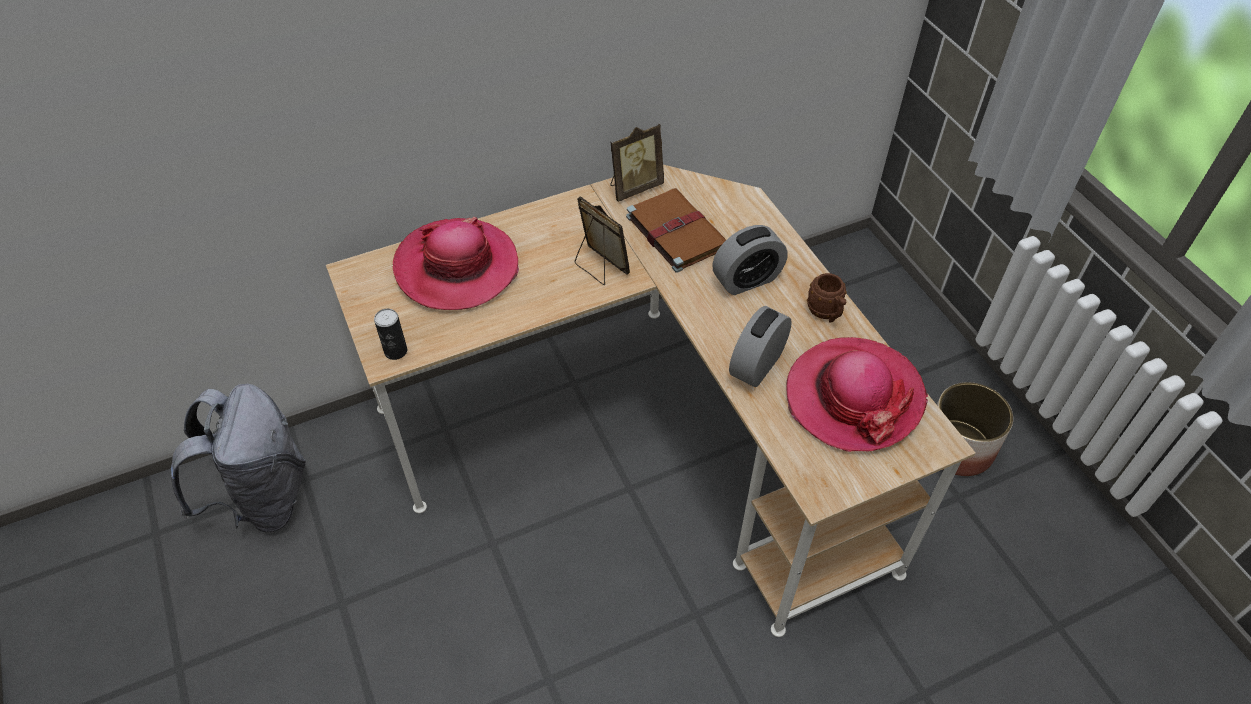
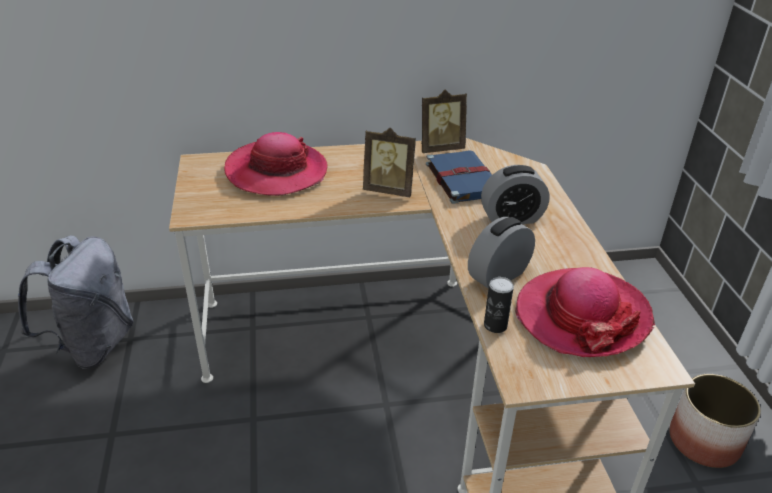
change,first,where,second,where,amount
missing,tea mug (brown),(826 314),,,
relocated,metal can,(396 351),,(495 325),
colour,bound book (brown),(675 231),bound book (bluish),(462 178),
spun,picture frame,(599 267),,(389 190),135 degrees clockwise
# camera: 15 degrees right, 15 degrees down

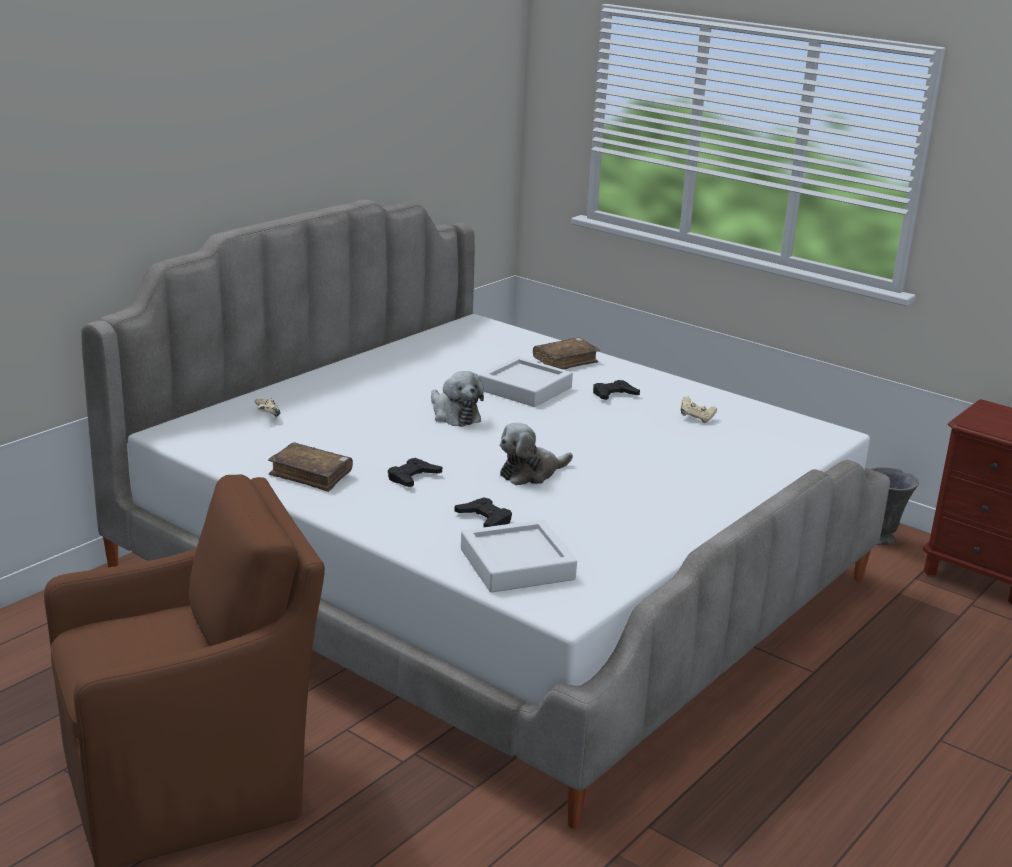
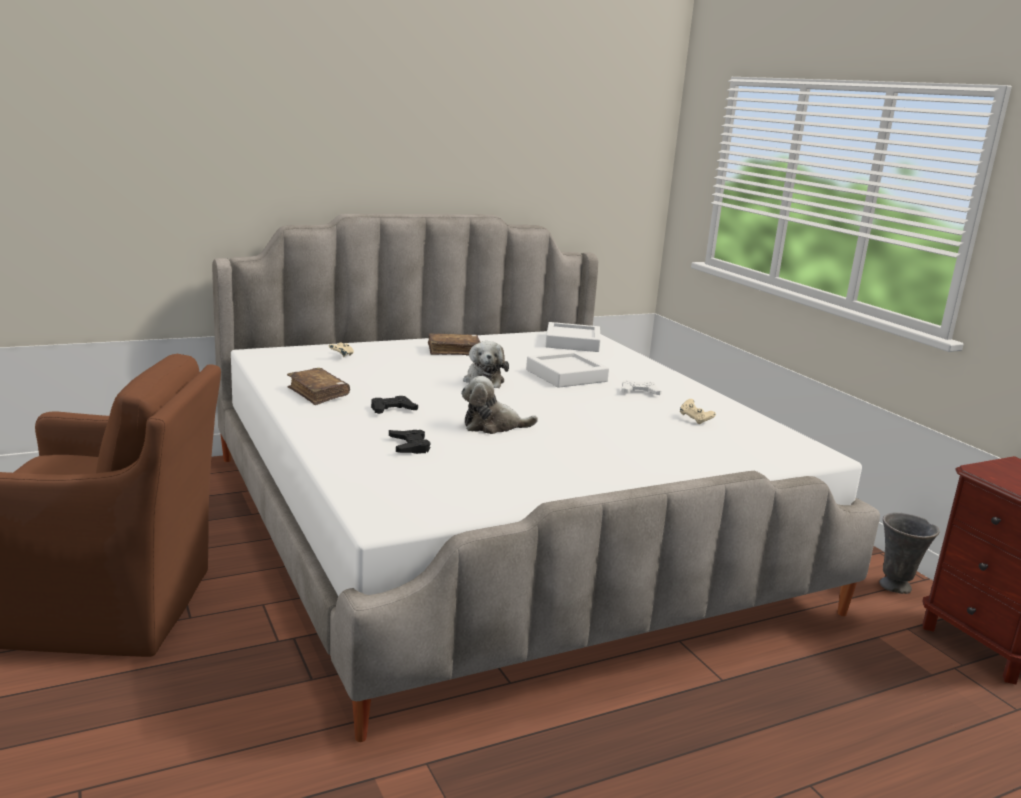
change,first,where,second,where,amount
relocated,carrying tray (white-coloured),(517 564),,(572 343),
relocated,bound book (brown),(565 361),,(453 351),
colour,gamepad (blackish),(614 395),gamepad (white-coloured),(639 392),
# camera: 25 degrees right, 5 degrees down

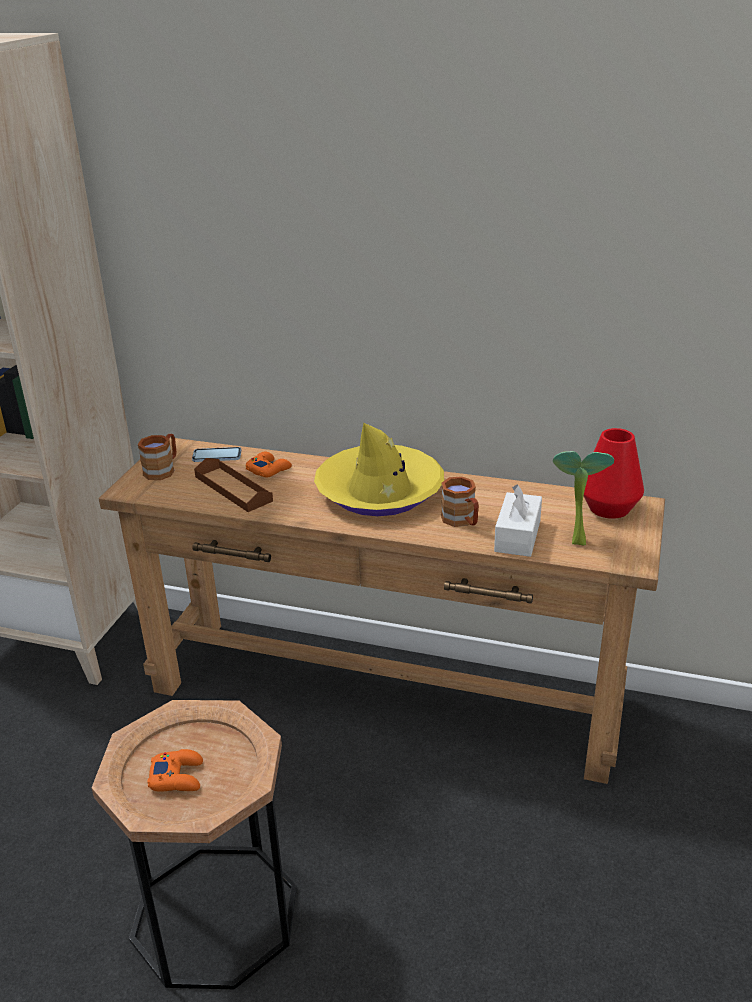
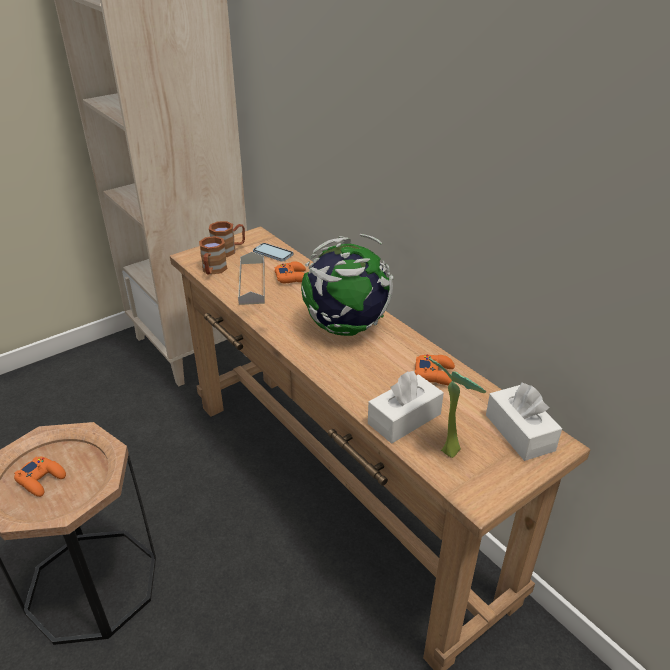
change,first,where,second,where,amount
appeared,,,gamepad (orangey),(435 374),
relocated,tea mug (brown),(462 521),,(213 270),
exchanged,wearable hat (yellowish),(379 491),globe,(346 328),
exchanged,flower vase (red),(609 508),tissue box (white-coloured),(519 432),
colour,carrying tray (brown),(233 489),carrying tray (grey),(252 282),
# camera: 35 degrees right, 5 degrees up

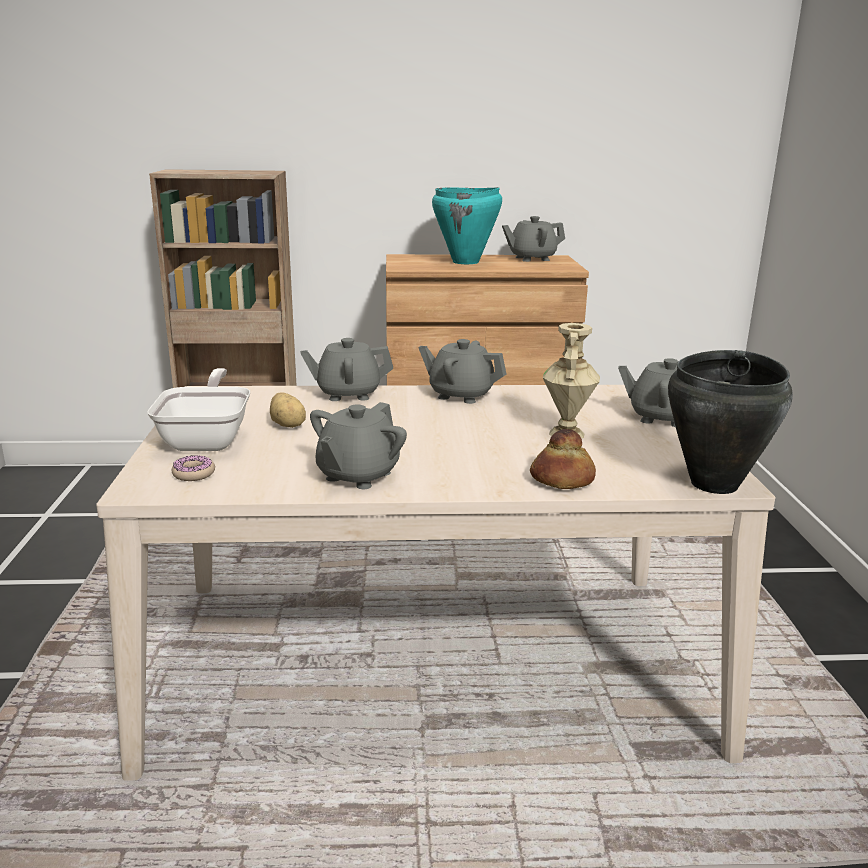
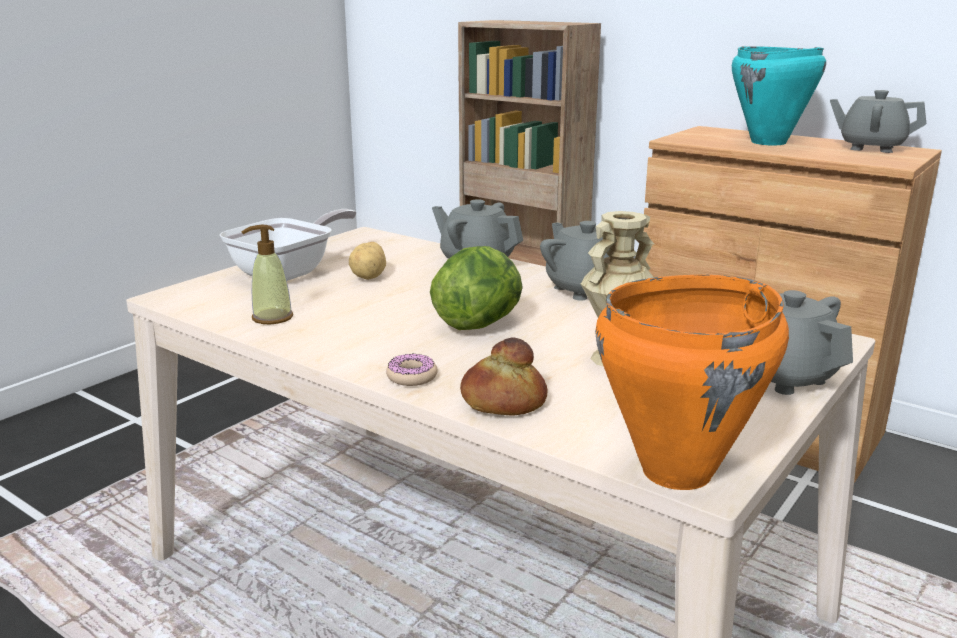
change,first,where,second,where,amount
missing,tea pot (grey),(357 475),,,
appeared,,,liquid soap bottle,(272 318),
appeared,,,lettuce,(479 323),
relocated,donut,(194 474),,(412 377),
colour,stockpot (blackish),(715 484),stockpot (orangey),(678 472),
# camera: 40 degrees right, 0 degrees up

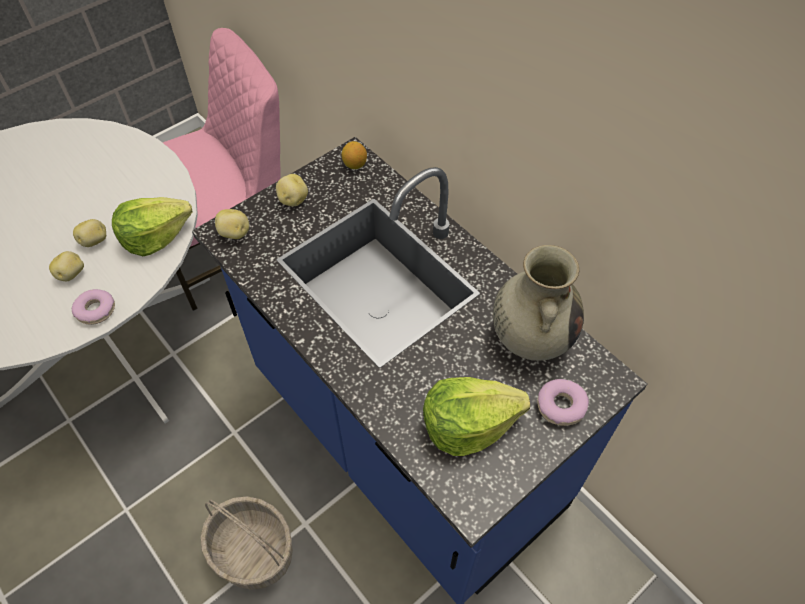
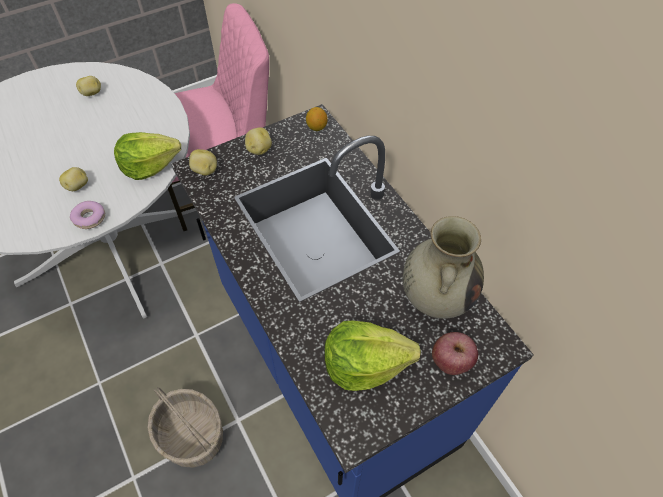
change,first,where,second,where,amount
relocated,potato,(95 241),,(92 93),
exchanged,donut,(561 406),apple fruit,(450 361),
# camera: 10 degrees right, 0 degrees up

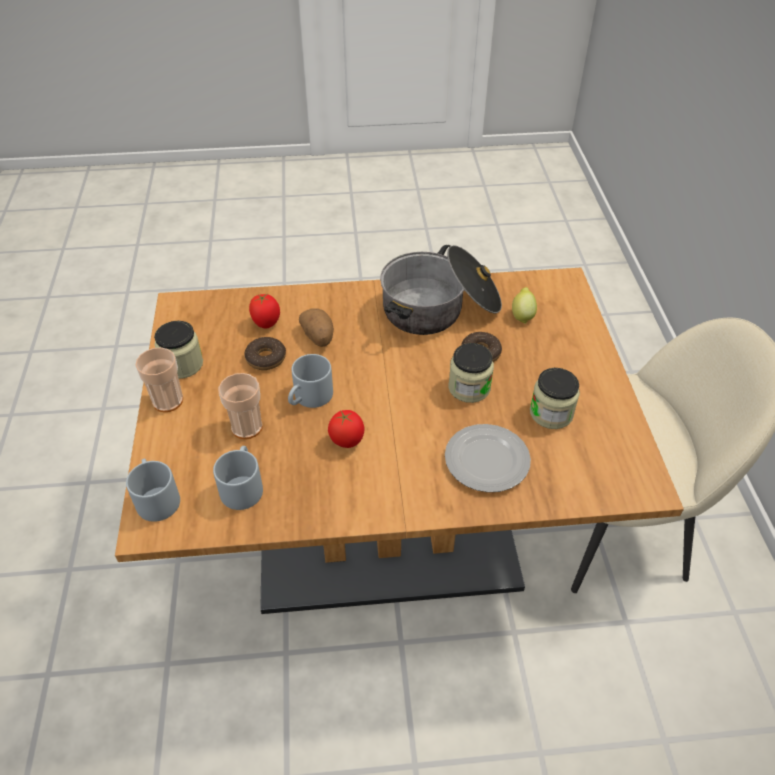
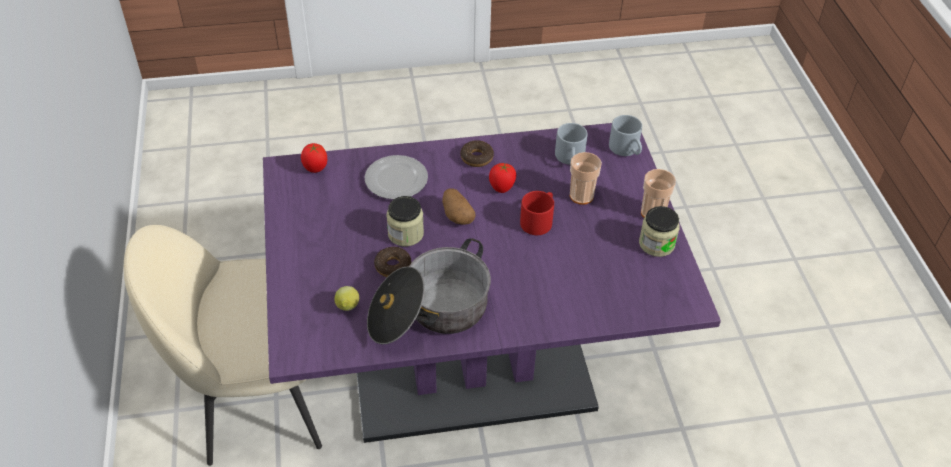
change,first,where,second,where,amount
missing,jar,(551 413),,,
relocated,donut,(266 358),,(477 157),
relocated,fresh tomato,(266 324),,(315 169),
relocated,potato,(318 337),,(457 215),
colour,dining table (brown),(387 541),dining table (purplish),(472 374),
colour,tea mug (grey),(309 398),tea mug (red),(538 220),
# camera: 175 degrees right, 0 degrees up

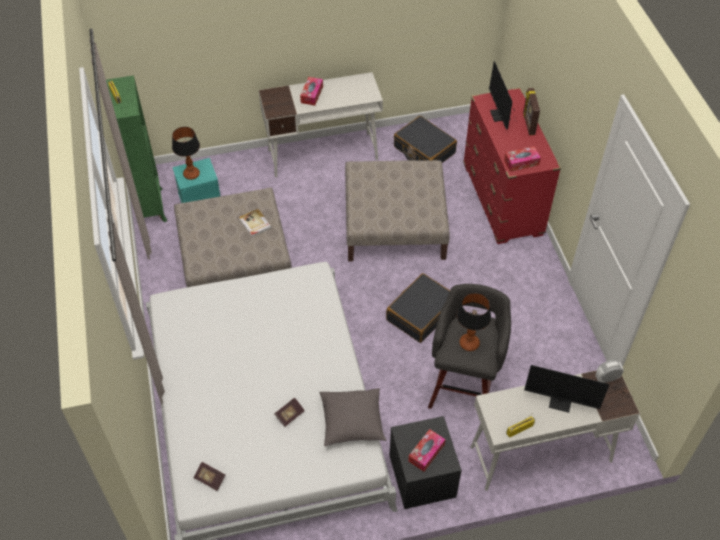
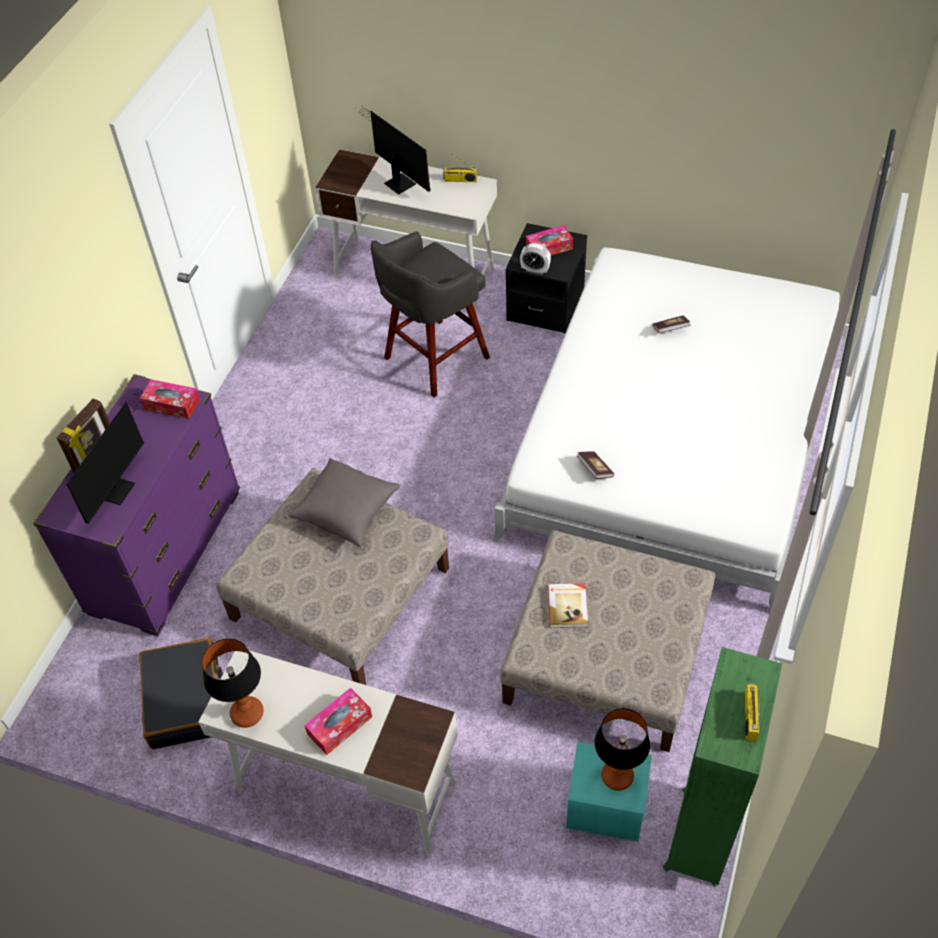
change,first,where,second,where,amount
missing,travel case (blackish),(420 313),,,
relocated,bound book,(210 479),,(594 470),
relocated,cushion (grey),(352 423),,(347 511),
relocated,tabletop lamp,(468 343),,(247 714),
relocated,alarm clock,(606 379),,(535 270),
colour,chest of drawers (red),(502 200),chest of drawers (purplish),(166 552),
# camera: 145 degrees left, 0 degrees up

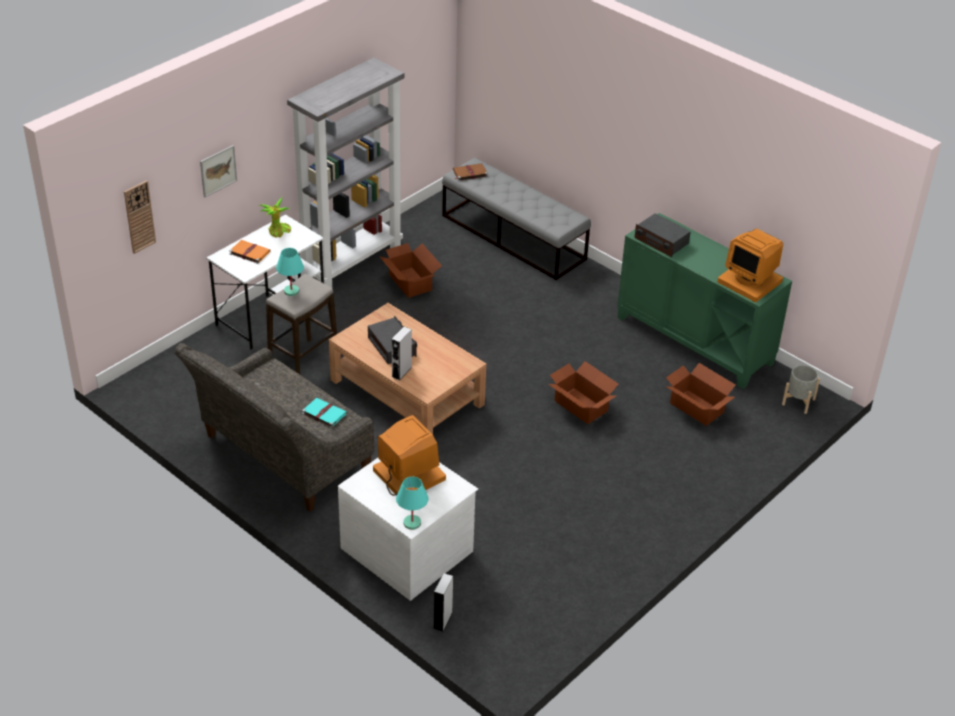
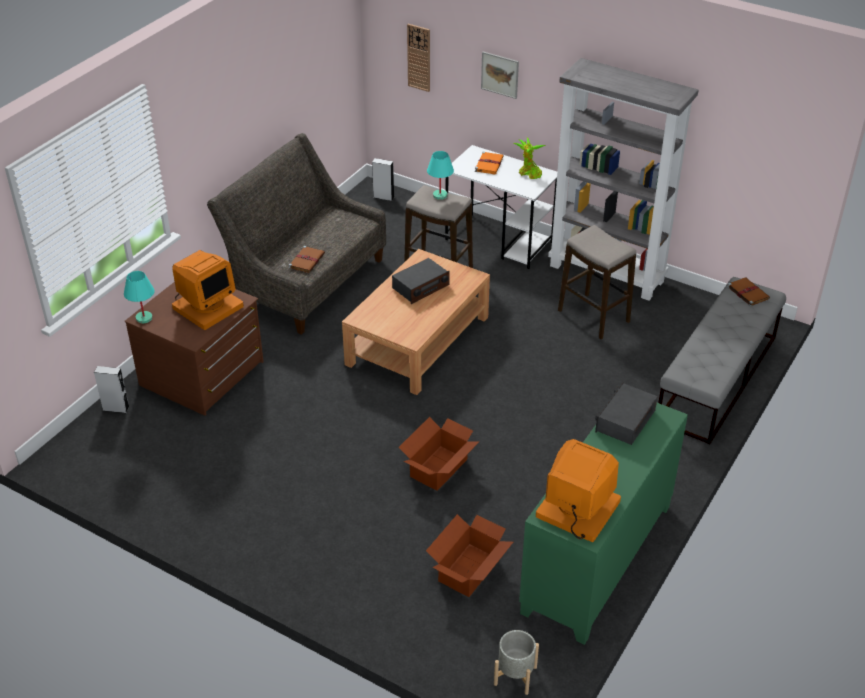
change,first,where,second,where,amount
relocated,loudspeaker (grey),(401 372),,(383 197),
exchanged,packing box,(410 282),stool seat,(593 316),
colour,bound book (turquoise),(323 413),bound book (brown),(307 260),
colour,chest of drawers (white-coloured),(408 548),chest of drawers (brown),(203 374),
spun,computer display,(750 281),,(577 510),90 degrees clockwise
# camera: 80 degrees right, 0 degrees up

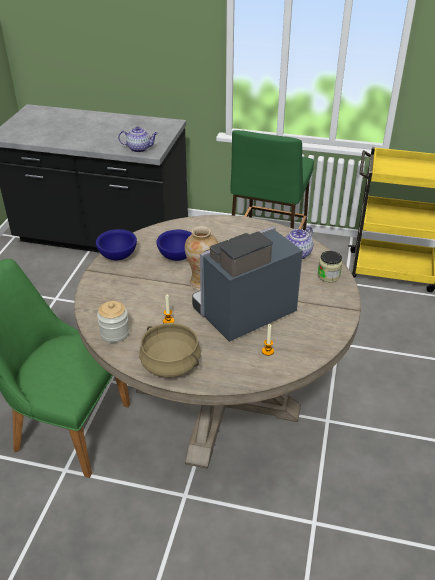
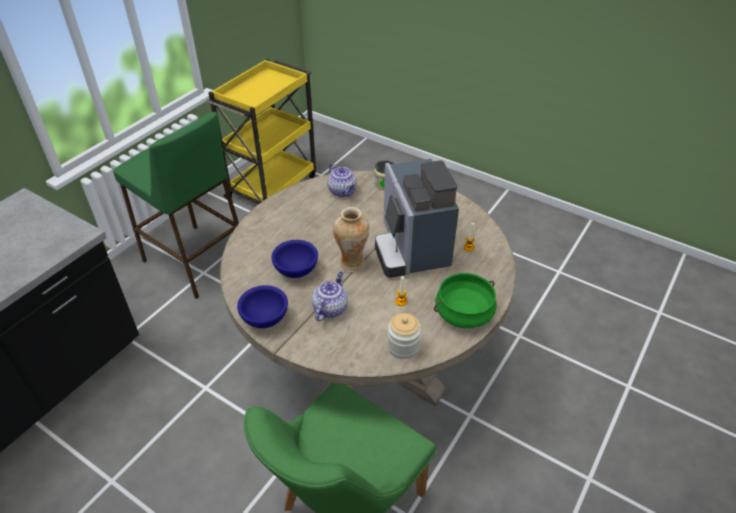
change,first,where,second,where,amount
relocated,tea pot,(139 148),,(330 308),
colour,stockpot (sand-coloured),(171 363),stockpot (green-coloured),(463 313),
# camera: 70 degrees left, 5 degrees up

